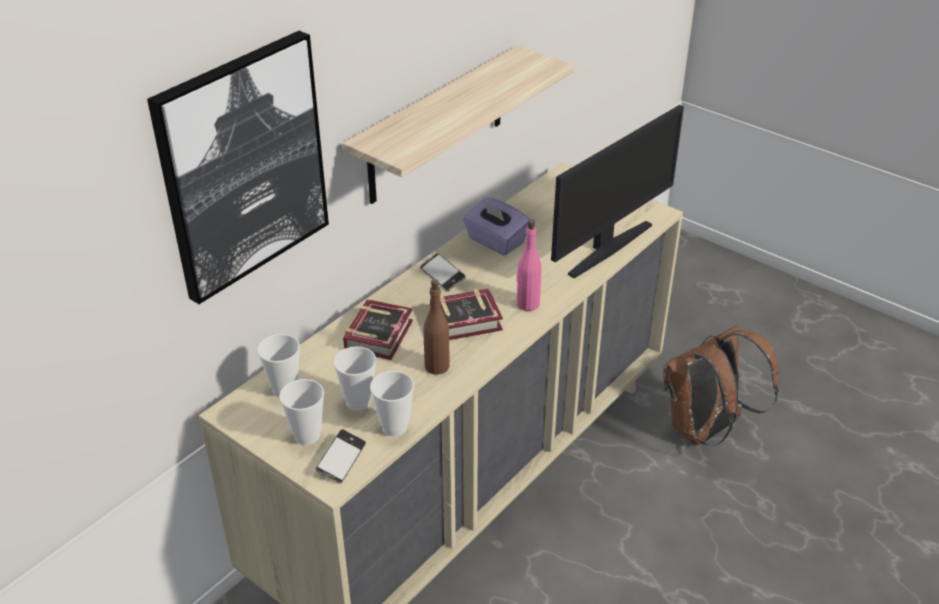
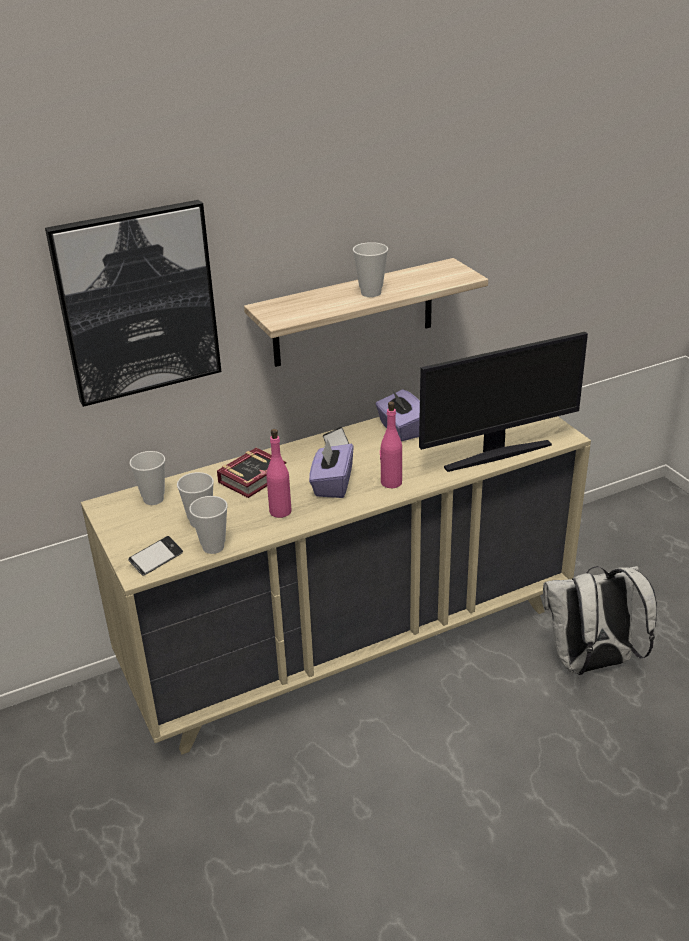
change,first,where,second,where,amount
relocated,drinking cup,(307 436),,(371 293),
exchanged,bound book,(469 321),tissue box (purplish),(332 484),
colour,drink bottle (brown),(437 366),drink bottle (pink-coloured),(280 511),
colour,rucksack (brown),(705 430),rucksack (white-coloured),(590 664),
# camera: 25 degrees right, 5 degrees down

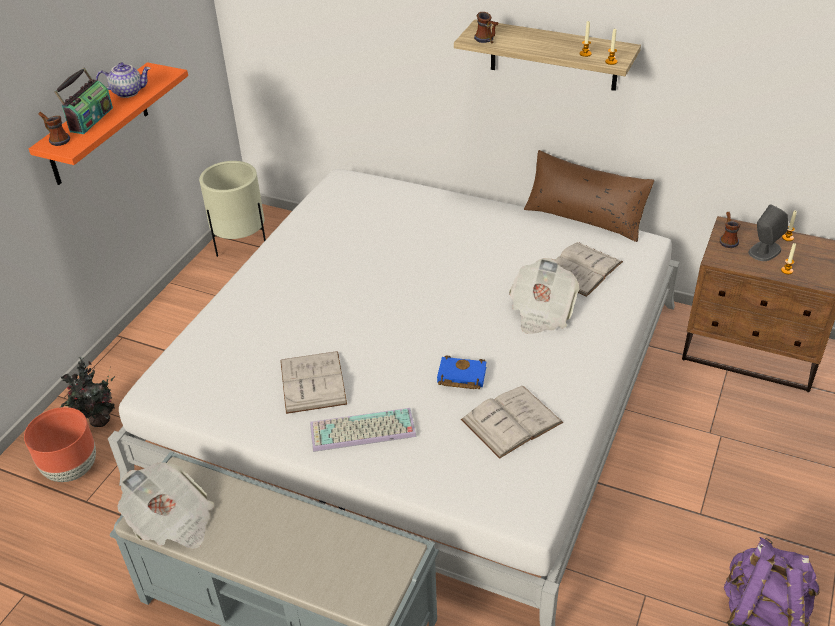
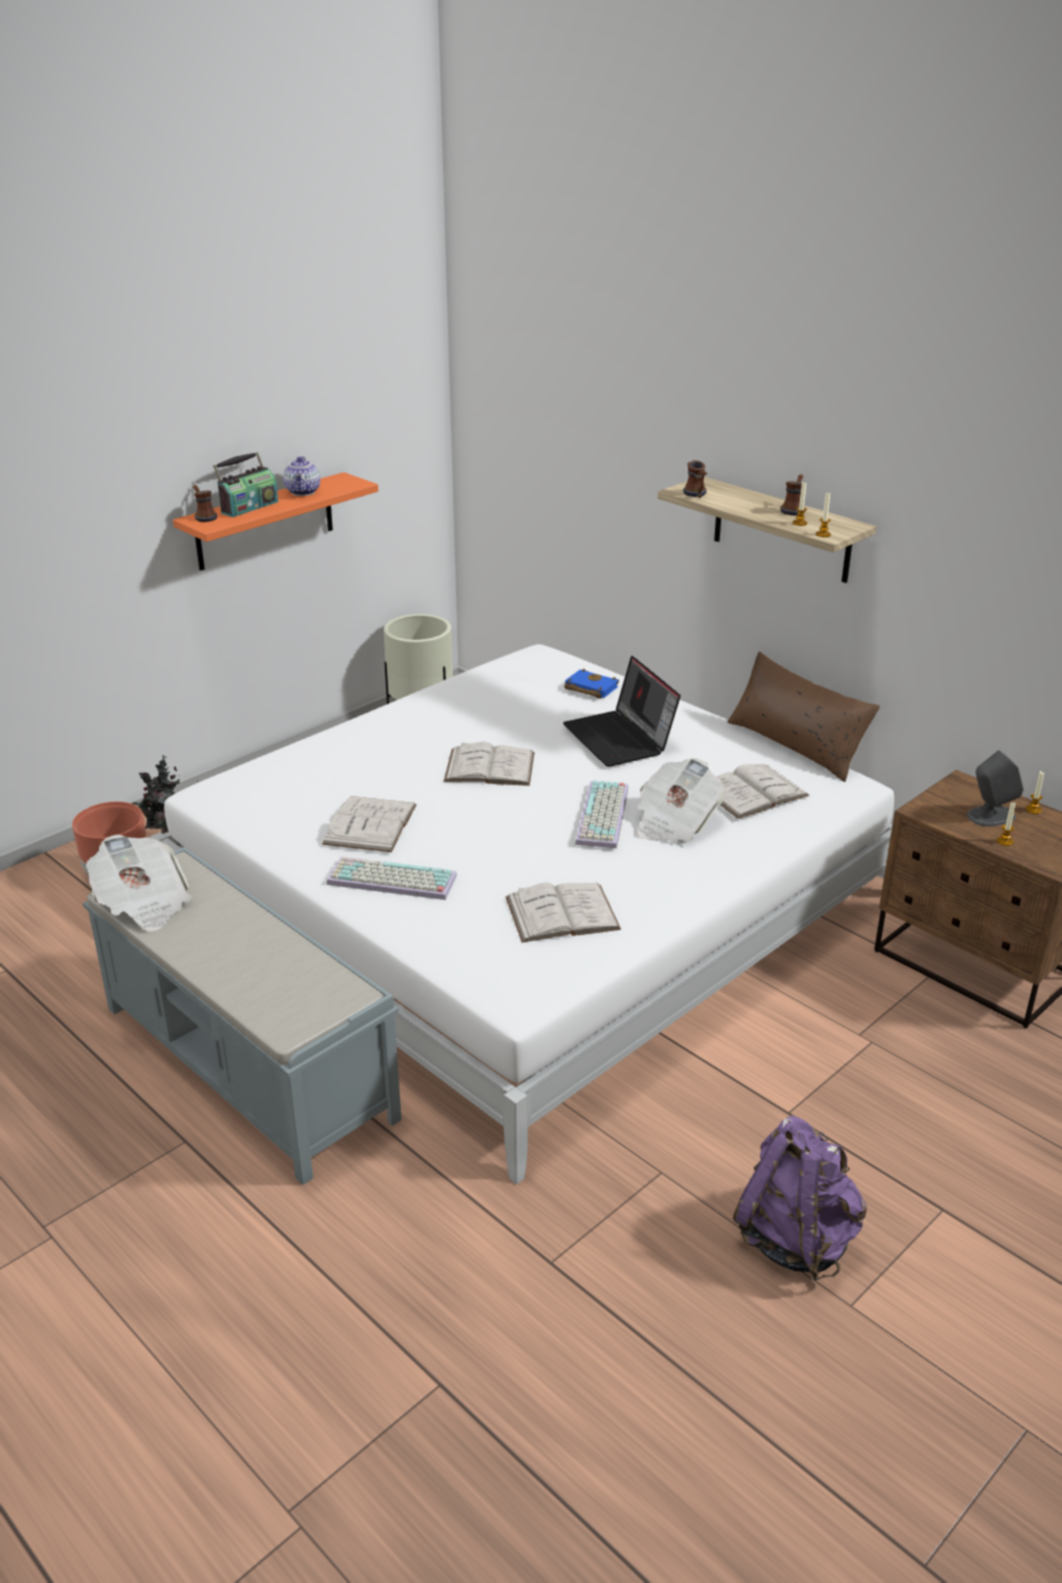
change,first,where,second,where,amount
appeared,,,bound book (white-coloured),(489 767),
appeared,,,notebook computer,(621 739),
appeared,,,computer keyboard,(604 816),
relocated,bound book (bluish),(460 377),,(589 688),
relocated,tea mug,(727 239),,(794 509),
spun,tea pot,(128 92),,(304 492),75 degrees clockwise
# camera: 20 degrees right, 10 degrees down

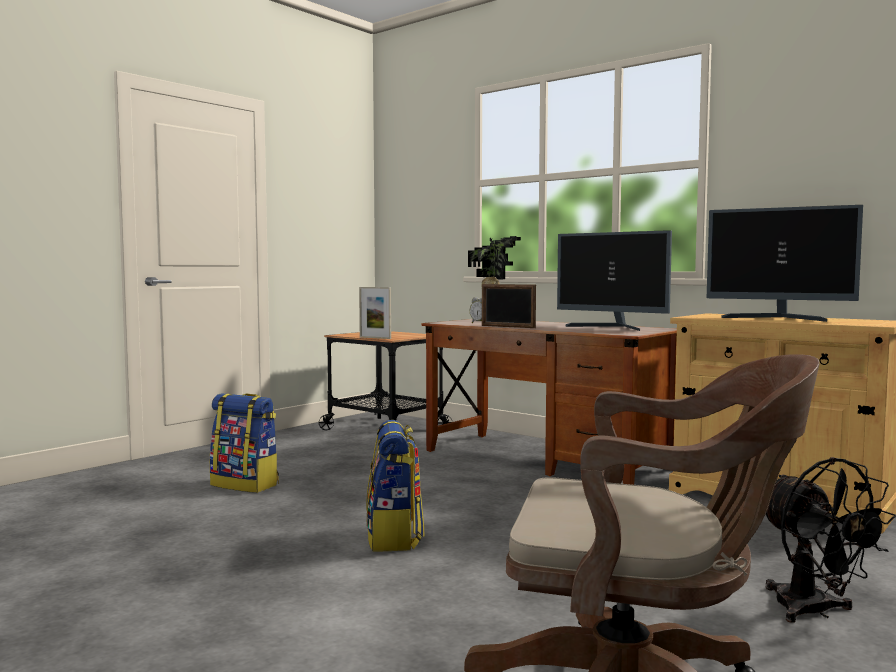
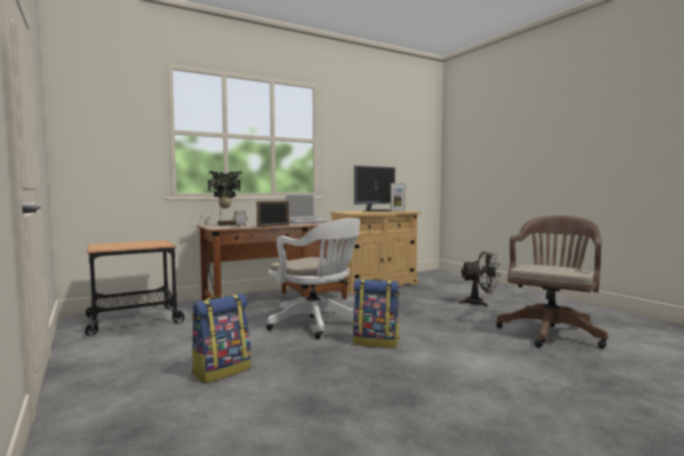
change,first,where,second,where,amount
appeared,,,desk chair (white-coloured),(317 324),
relocated,picture frame,(375 338),,(397 211),
exchanged,computer display,(612 327),notebook computer,(305 222),
# camera: 70 degrees left, 0 degrees up

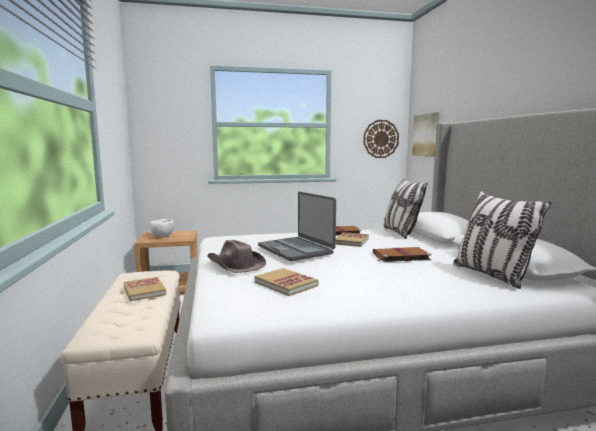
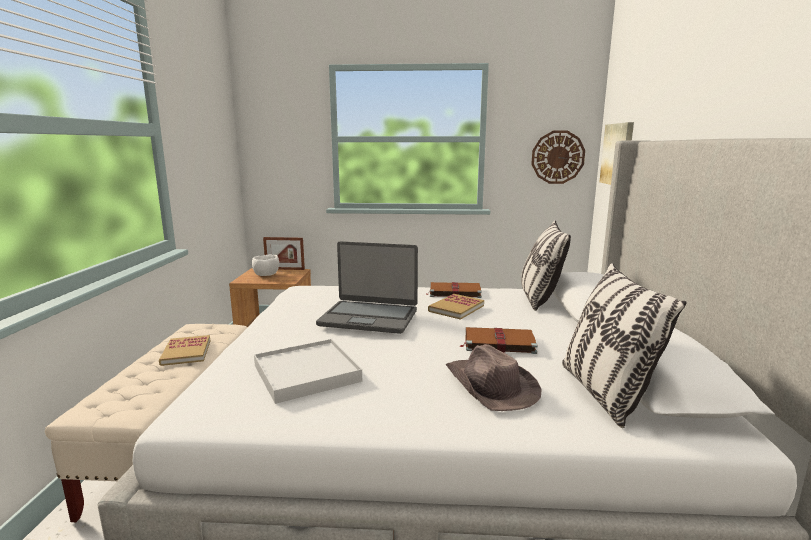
change,first,where,second,where,amount
appeared,,,picture frame,(285 269),
relocated,wearable hat (brown),(235 265),,(489 386),
exchanged,bound book,(286 284),carrying tray (white-coloured),(306 373),
spun,notebook computer,(296 249),,(369 317),60 degrees counterclockwise
# camera: 15 degrees right, 5 degrees up

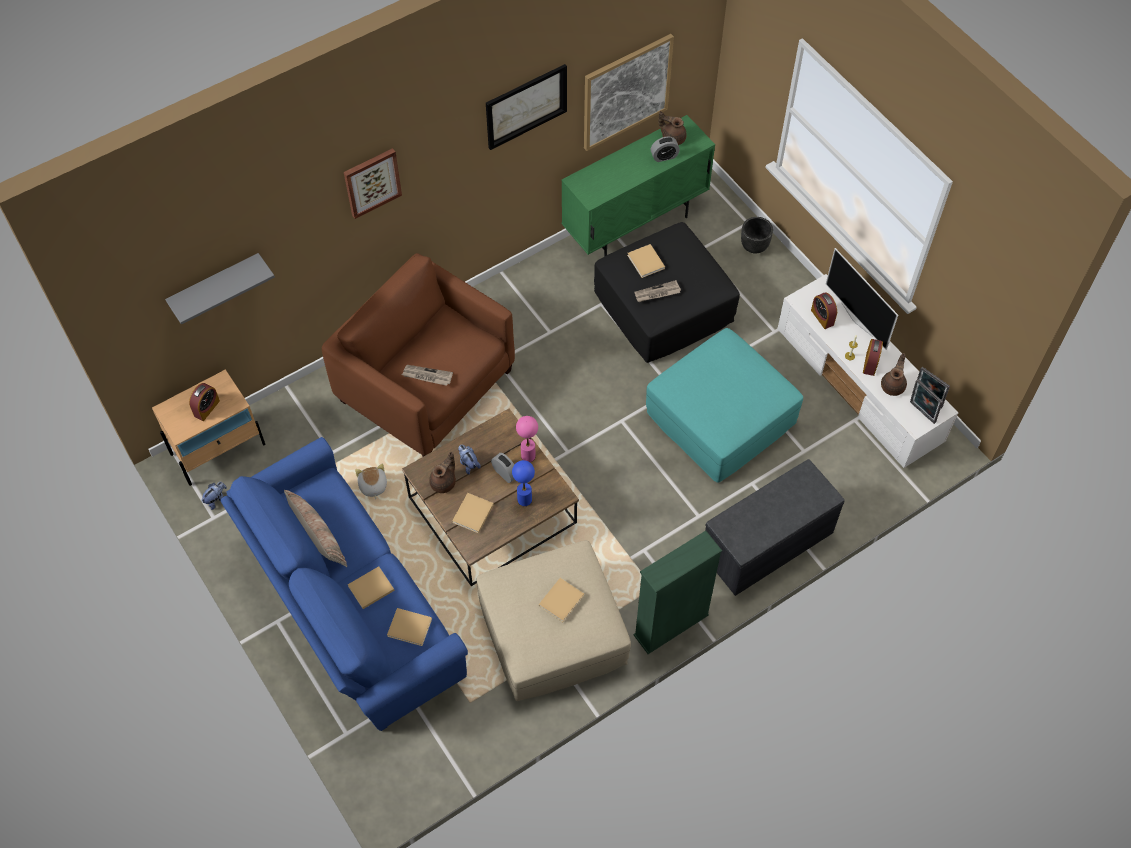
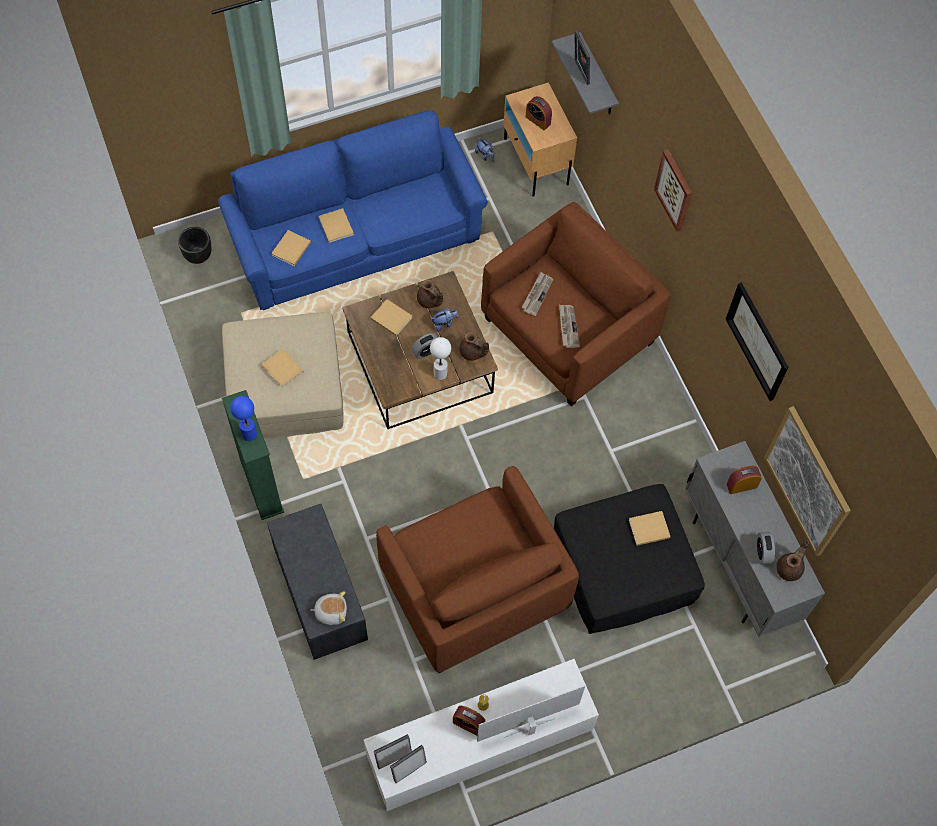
change,first,where,second,where,amount
missing,cushion,(317 536),,,
appeared,,,picture frame,(580 72),
relocated,plush toy,(372 486),,(331 611),
relocated,tabletop lamp (bluish),(524 500),,(249 434),
relocated,daily paper,(657 293),,(568 326),
relocated,plant pot (blackish),(754 246),,(198 255),
relocated,alarm clock,(822 317),,(741 485),
relocated,tea pot (brown),(893 385),,(472 352),
exchanged,pouffe (turquoise),(721 417),easy chair (brown),(473 589),
colour,tabletop lamp (pink-coloured),(528 456),tabletop lamp (white-coloured),(440 374),
colour,storage cabinet (green-coloured),(635 226),storage cabinet (grey),(738 564),
# camera: 100 degrees right, 5 degrees up

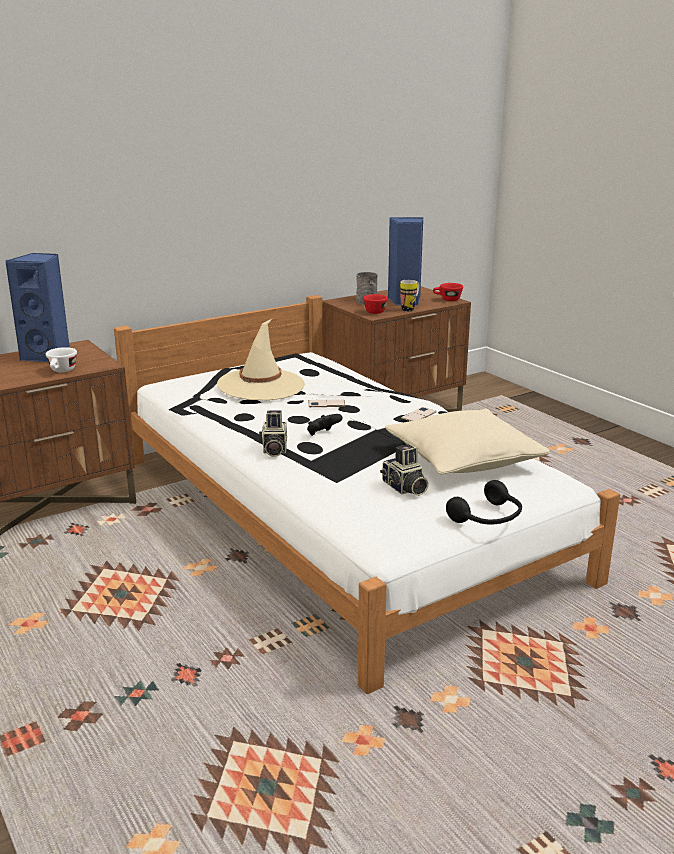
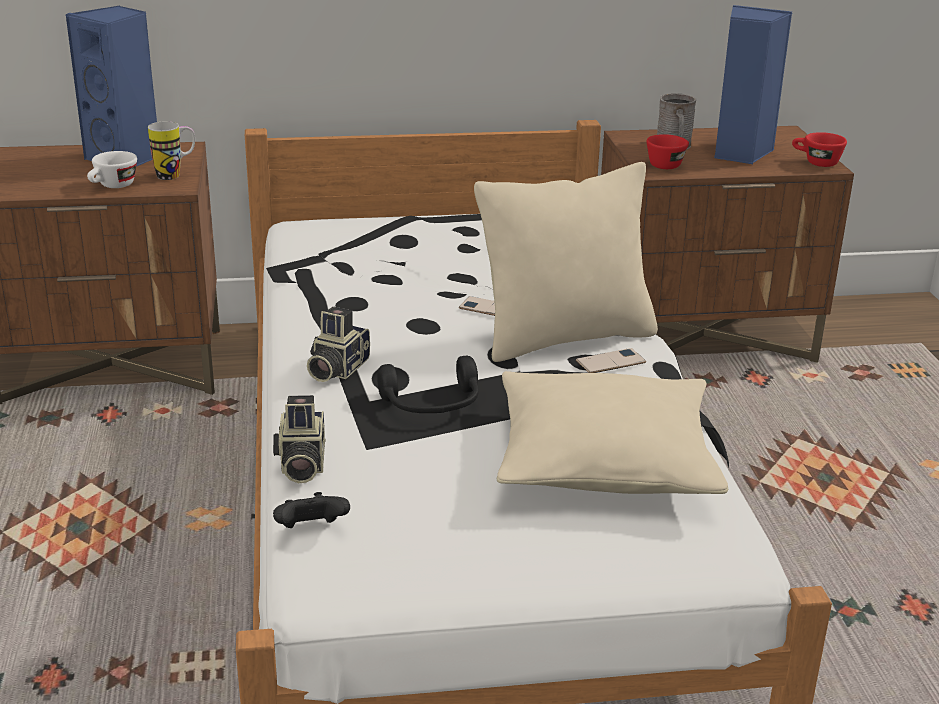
change,first,where,second,where,amount
missing,wearable hat (sand-coloured),(261 385),,,
appeared,,,cushion (sand-coloured),(565 337),
relocated,gamepad (blackish),(322 434),,(311 530),
relocated,still camera,(404 488),,(300 464),
relocated,tea mug,(410 309),,(175 175),
relocated,pair of headphones (blackish),(488 518),,(432 405),
# camera: 25 degrees right, 5 degrees up

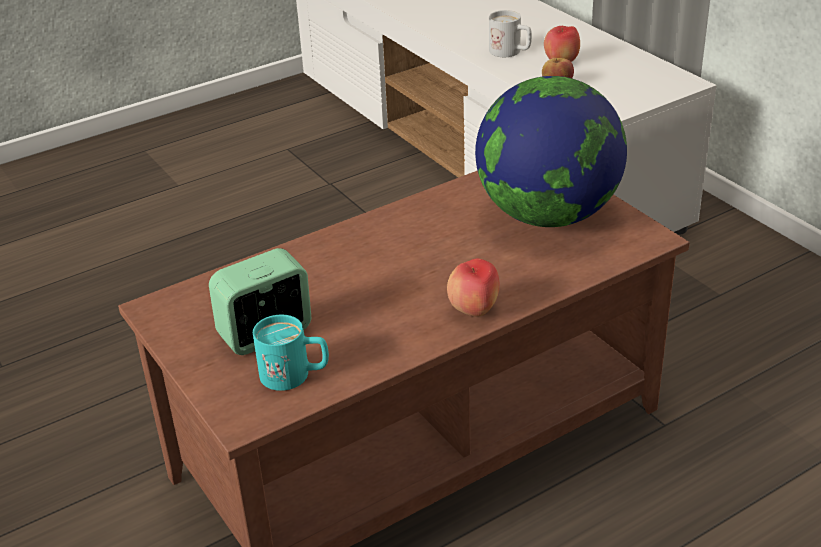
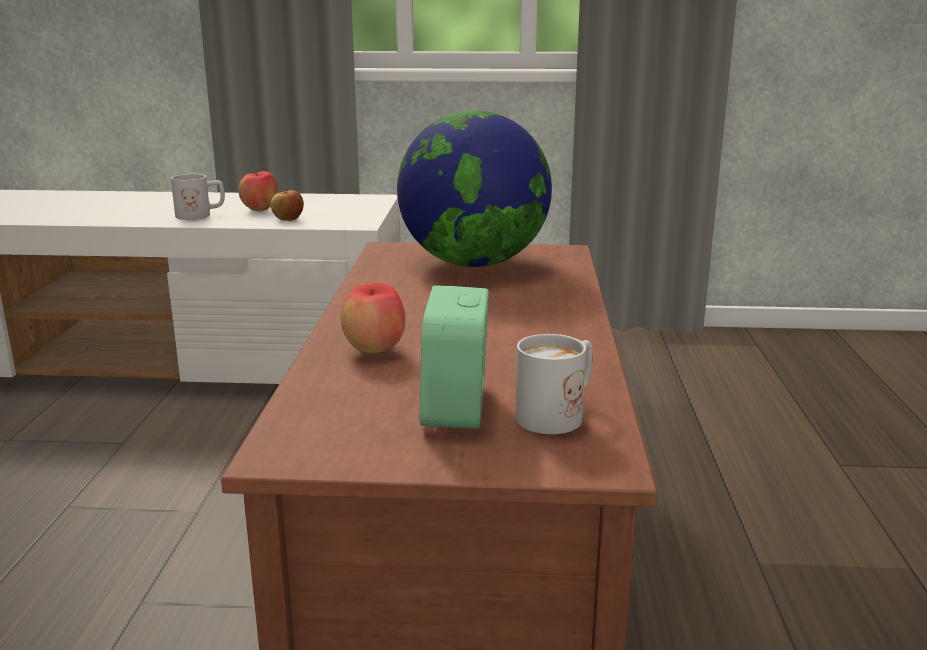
change,first,where,second,where,amount
relocated,apple fruit,(474 311),,(374 350),
colour,tea mug (turquoise),(295 375),tea mug (white-coloured),(558 414),
# camera: 55 degrees left, 15 degrees down

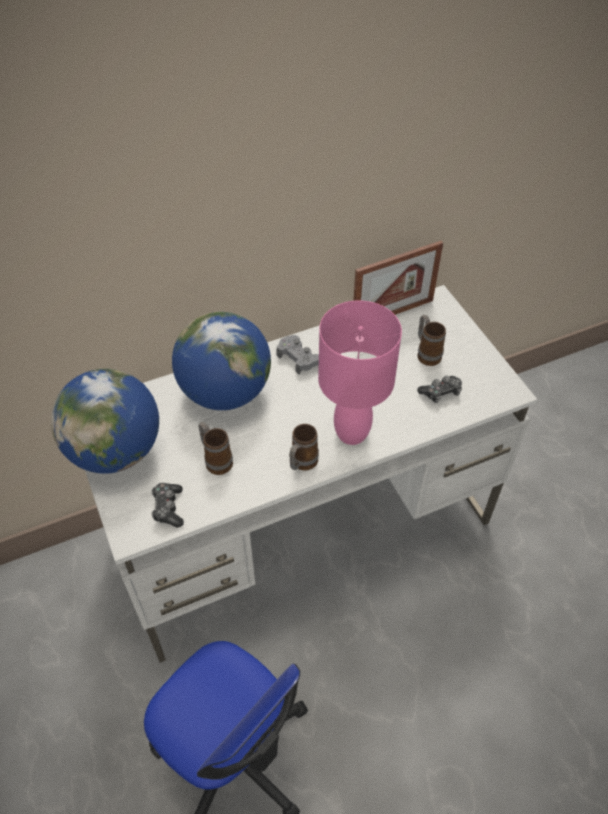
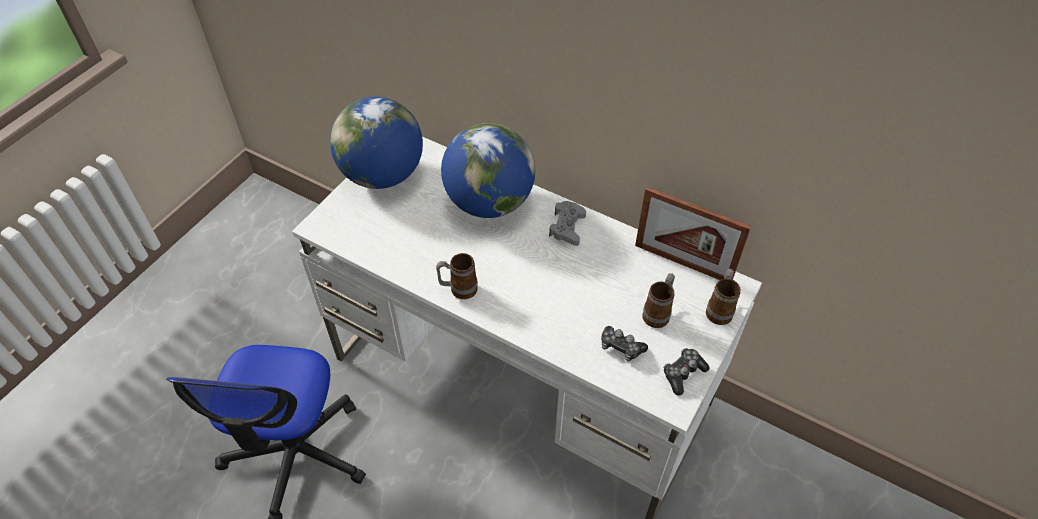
change,first,where,second,where,amount
missing,tabletop lamp (pink-coloured),(353 433),,,
relocated,gamepad,(168 508),,(683 373),
relocated,tea mug,(216 460),,(720 309),
# camera: 55 degrees right, 0 degrees up

